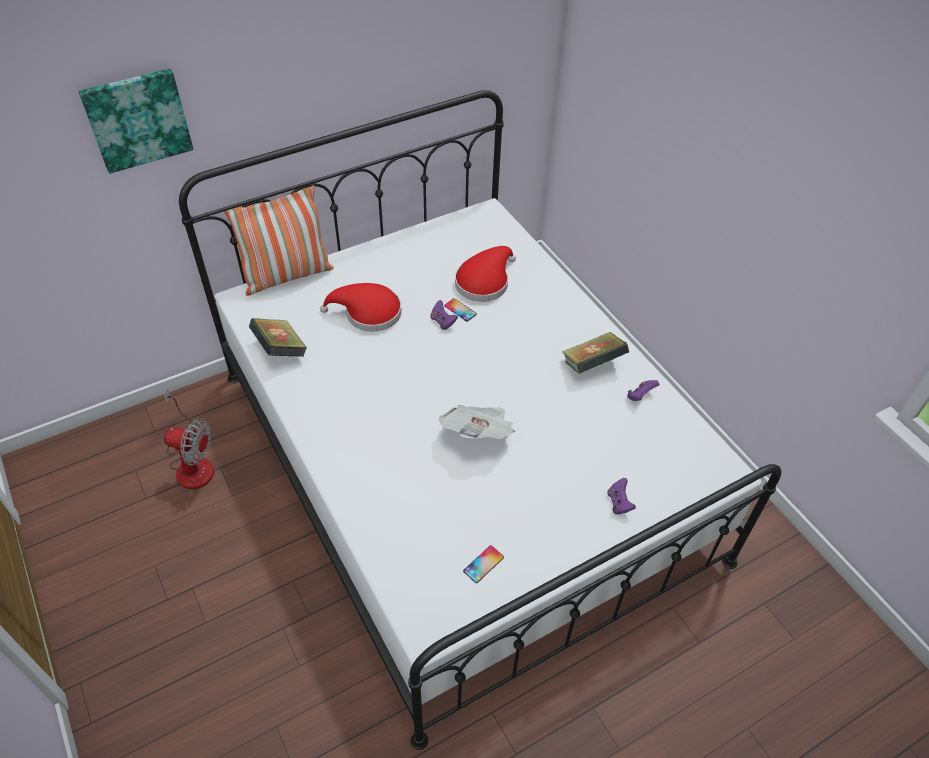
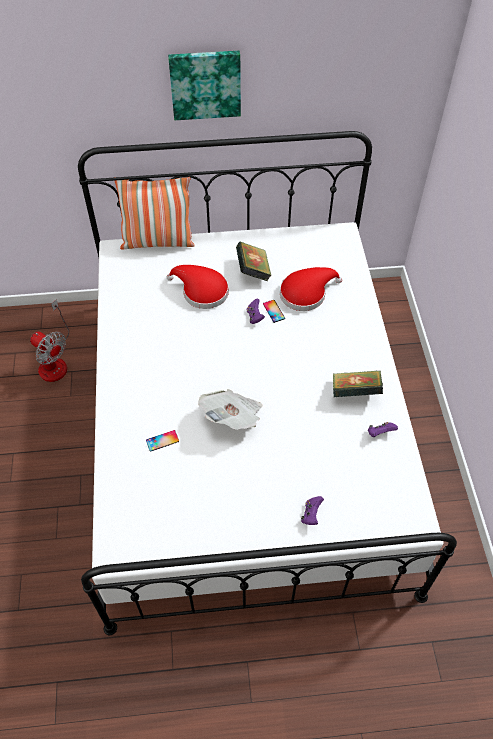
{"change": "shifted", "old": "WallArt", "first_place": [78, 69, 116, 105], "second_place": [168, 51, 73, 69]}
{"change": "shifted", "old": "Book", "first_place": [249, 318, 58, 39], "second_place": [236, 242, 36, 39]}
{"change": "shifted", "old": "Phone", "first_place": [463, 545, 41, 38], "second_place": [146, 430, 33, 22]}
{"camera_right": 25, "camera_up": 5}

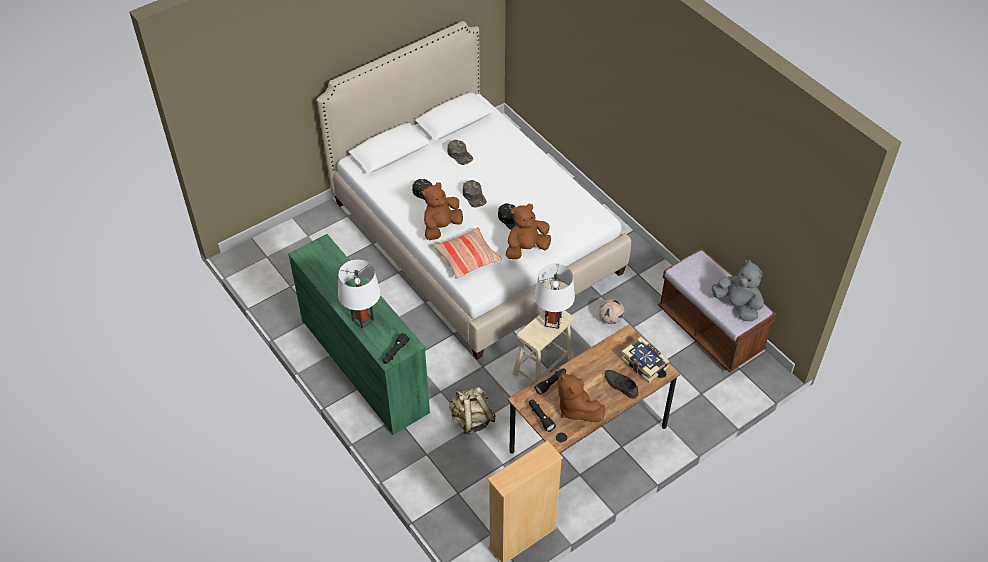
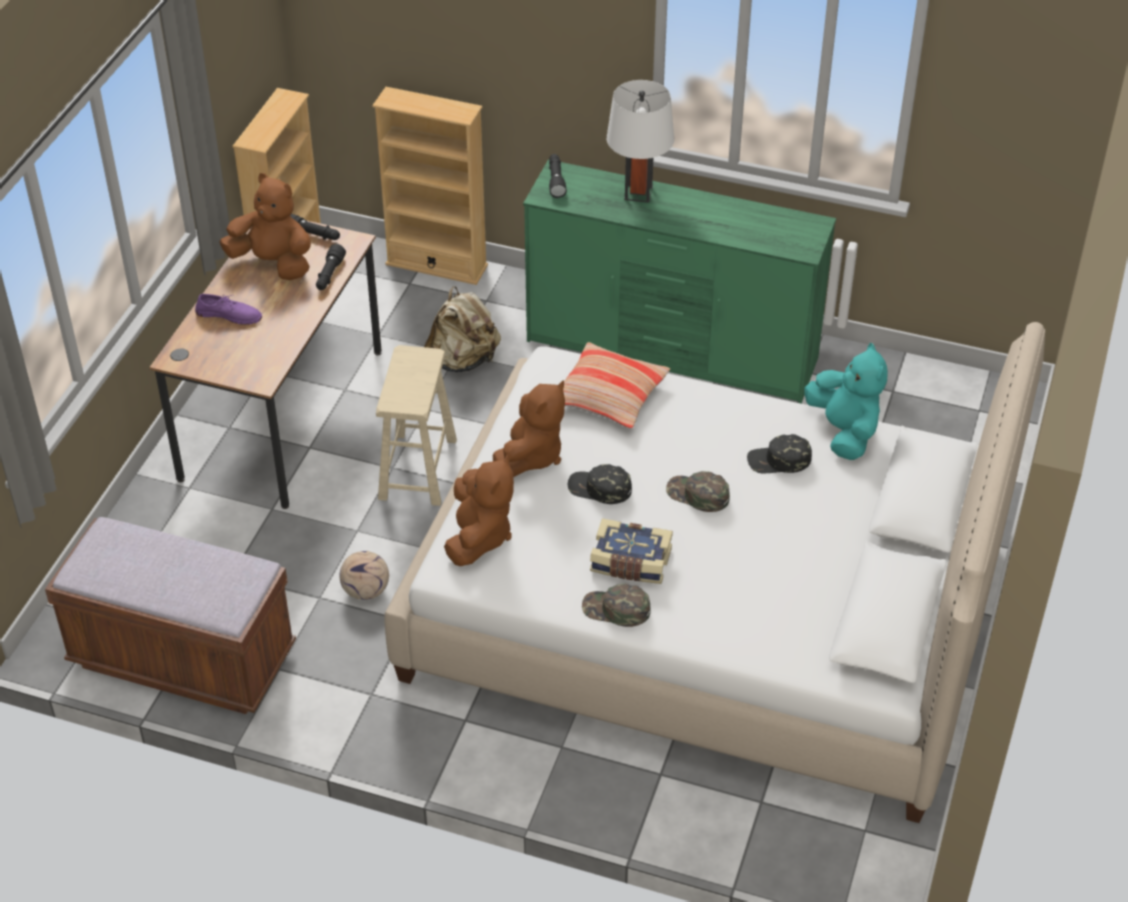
{"change": "shifted", "old": "BrownSoftToy", "first_place": [422, 182, 41, 58], "second_place": [444, 454, 70, 112]}
{"change": "shifted", "old": "GreenPeakedCap", "first_place": [447, 140, 26, 25], "second_place": [582, 584, 69, 43]}
{"change": "gone", "old": "WhitishLampForATable", "first_place": [534, 264, 41, 65]}
{"change": "repainted", "old": "GrayLowShoe", "new": "PurpleLowShoe", "first_place": [605, 370, 33, 29], "second_place": [195, 294, 67, 31]}
{"change": "shifted", "old": "Book", "first_place": [621, 337, 49, 46], "second_place": [590, 518, 83, 66]}
{"change": "gone", "old": "GraySoftToy", "first_place": [712, 259, 52, 62]}
{"change": "new", "new": "SandColouredBookcase", "second_place": [372, 87, 116, 198]}
{"change": "new", "new": "TurquoiseSoftToy", "second_place": [805, 343, 83, 117]}
{"camera_right": 145, "camera_up": -5}

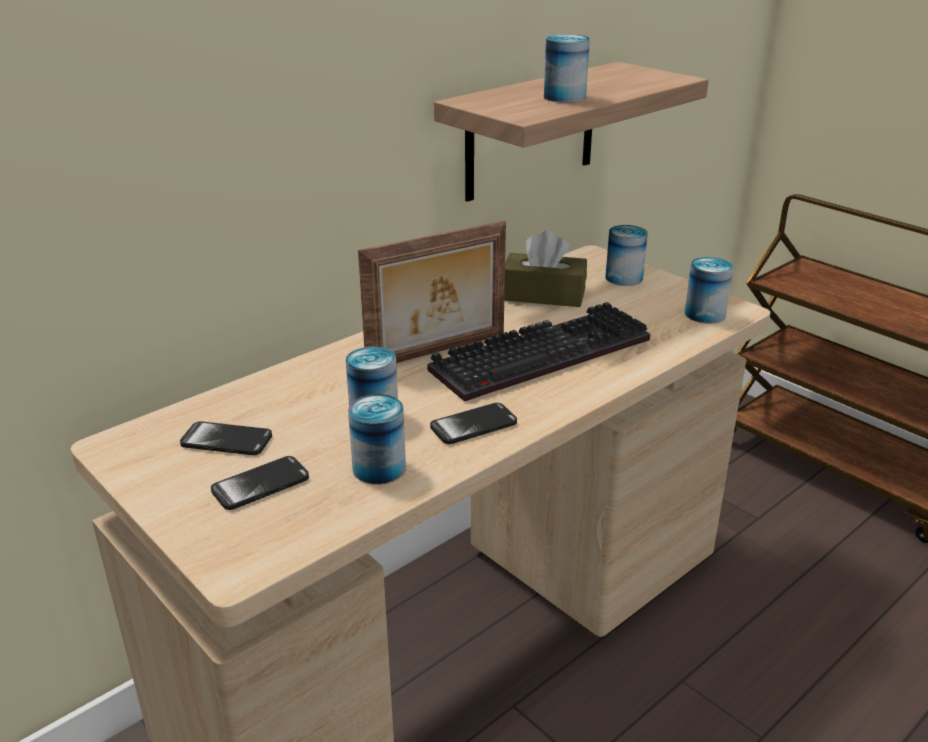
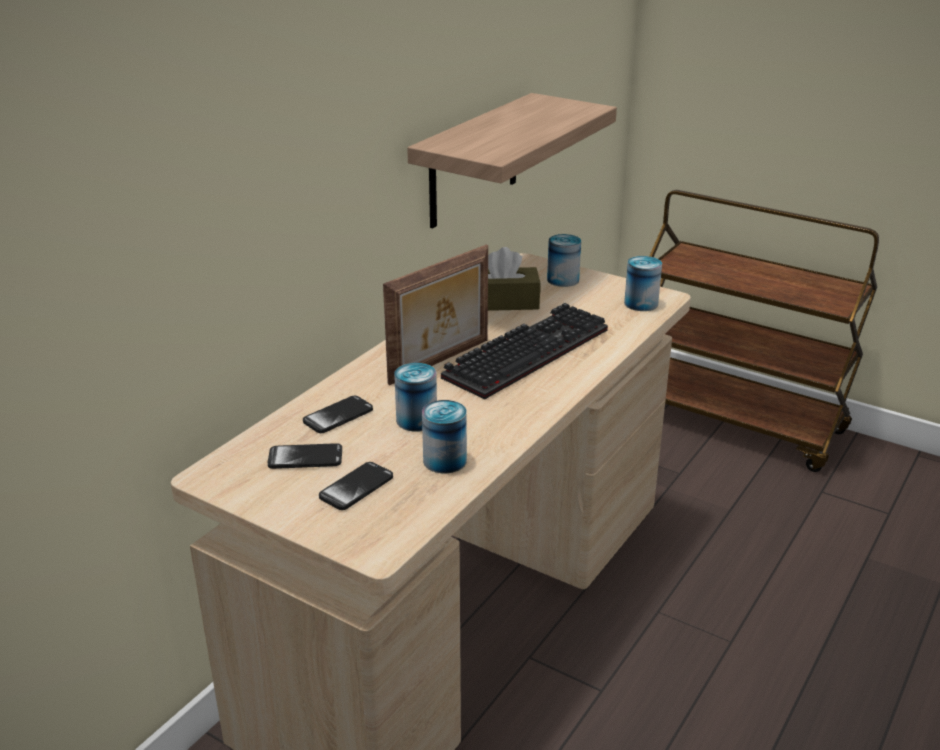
{"change": "shifted", "old": "Phone", "first_place": [430, 403, 87, 41], "second_place": [303, 396, 70, 37]}
{"change": "gone", "old": "SealedCan", "first_place": [544, 34, 46, 69]}
{"camera_right": -15, "camera_up": 0}

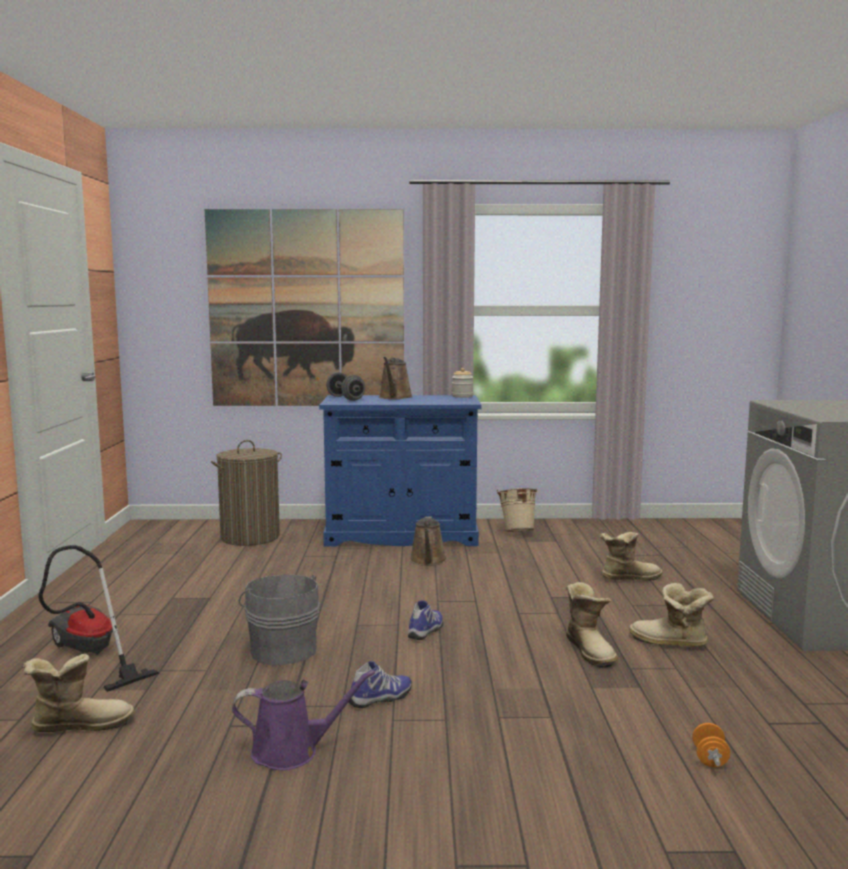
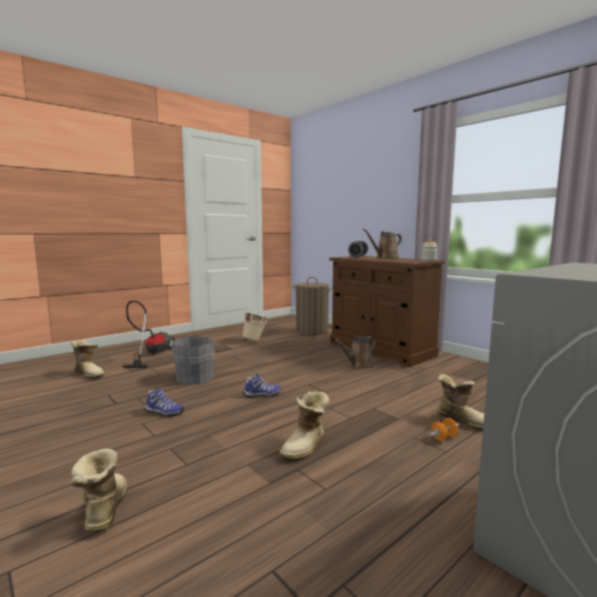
{"change": "gone", "old": "WallArt", "first_place": [205, 209, 199, 197]}
{"change": "gone", "old": "PurpleWateringCan", "first_place": [232, 670, 143, 100]}
{"change": "repainted", "old": "BluishCabinet", "new": "BrownCabinet", "first_place": [319, 395, 163, 152], "second_place": [329, 256, 116, 111]}
{"change": "shifted", "old": "SandColouredPail", "first_place": [497, 488, 41, 44], "second_place": [242, 313, 26, 28]}
{"change": "shifted", "old": "HighTopBoot", "first_place": [629, 583, 85, 64], "second_place": [70, 448, 57, 84]}
{"change": "shifted", "old": "OrangeyHandWeight", "first_place": [692, 723, 38, 44], "second_place": [430, 418, 29, 23]}
{"camera_right": 50, "camera_up": 0}

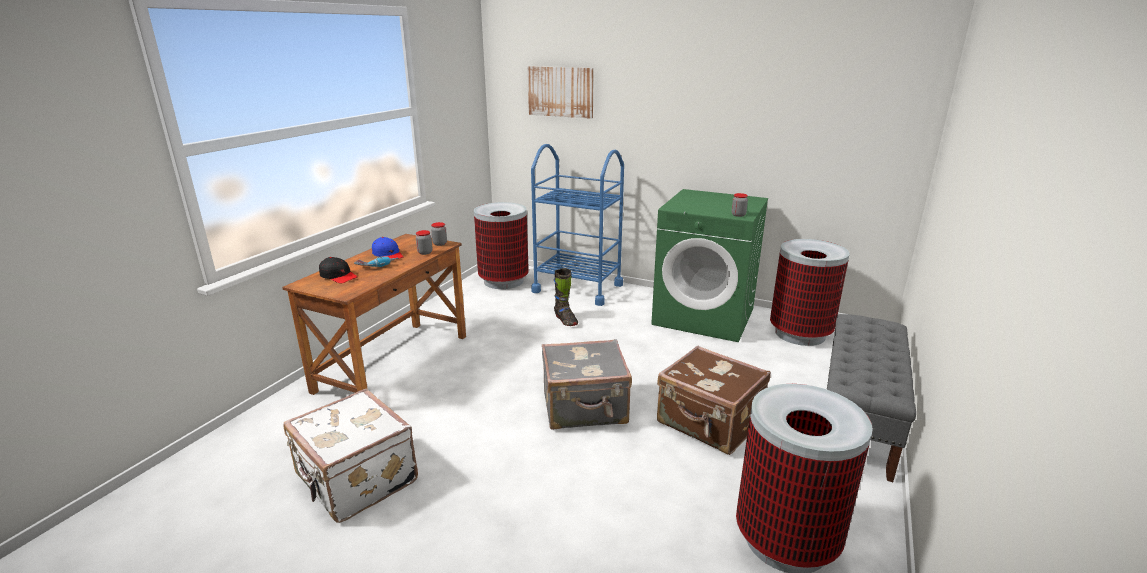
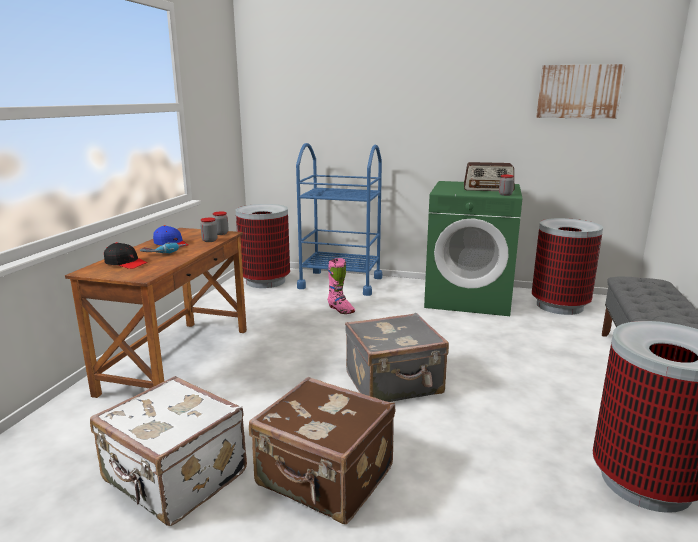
{"change": "shifted", "old": "WallArt", "first_place": [528, 66, 66, 53], "second_place": [536, 64, 89, 55]}
{"change": "repainted", "old": "BlackColouredHighTopBoot", "new": "PinkColouredHighTopBoot", "first_place": [554, 268, 24, 58], "second_place": [328, 258, 27, 56]}
{"change": "shifted", "old": "BrownTravelCase", "first_place": [657, 346, 114, 109], "second_place": [249, 377, 146, 147]}
{"change": "new", "new": "Radio", "second_place": [464, 162, 50, 29]}
{"camera_right": -10, "camera_up": -5}

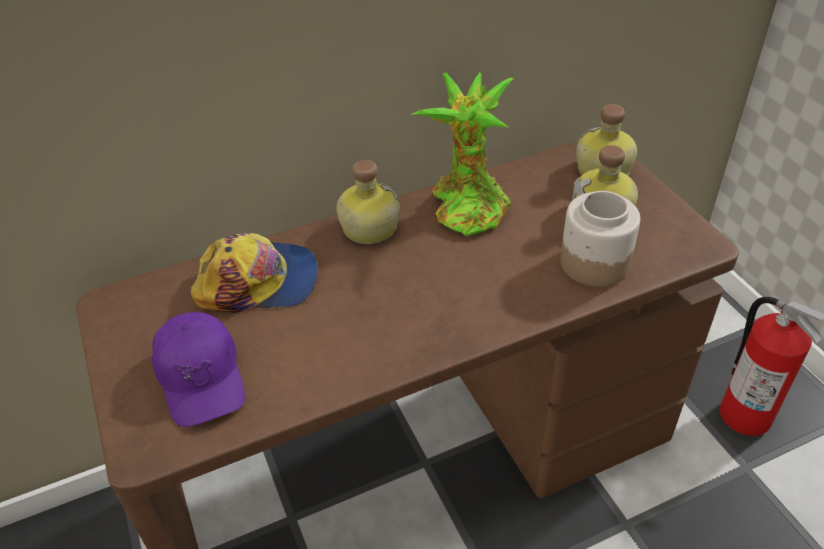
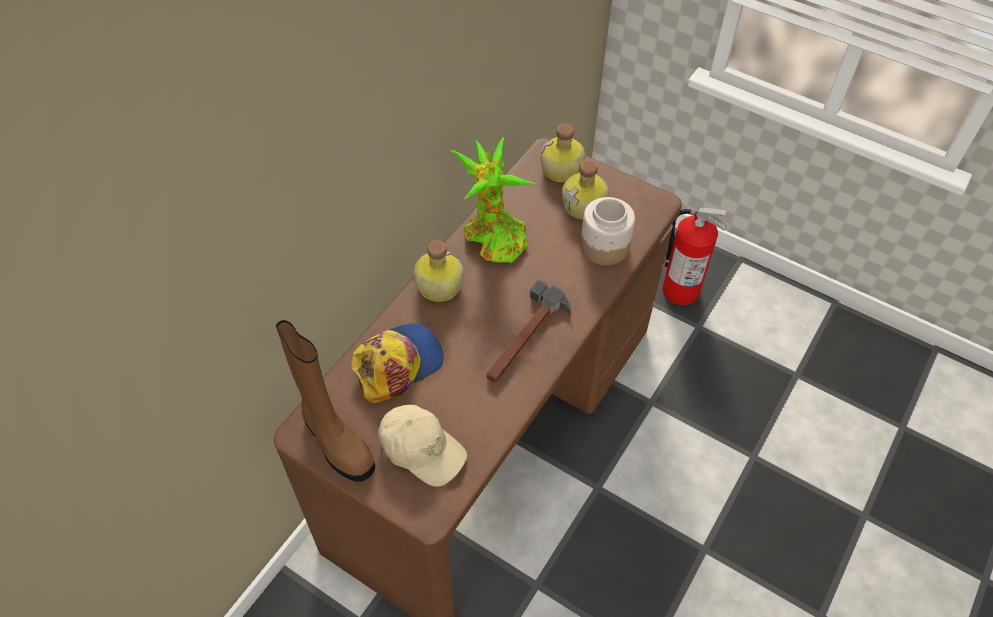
{"change": "repainted", "old": "PurplePeakedCap", "new": "SandColouredPeakedCap", "first_place": [152, 312, 93, 115], "second_place": [378, 405, 89, 82]}
{"change": "new", "new": "BrownHighTopBoot", "second_place": [276, 320, 99, 162]}
{"change": "new", "new": "HandHammer", "second_place": [487, 280, 84, 103]}
{"camera_right": -35, "camera_up": 10}

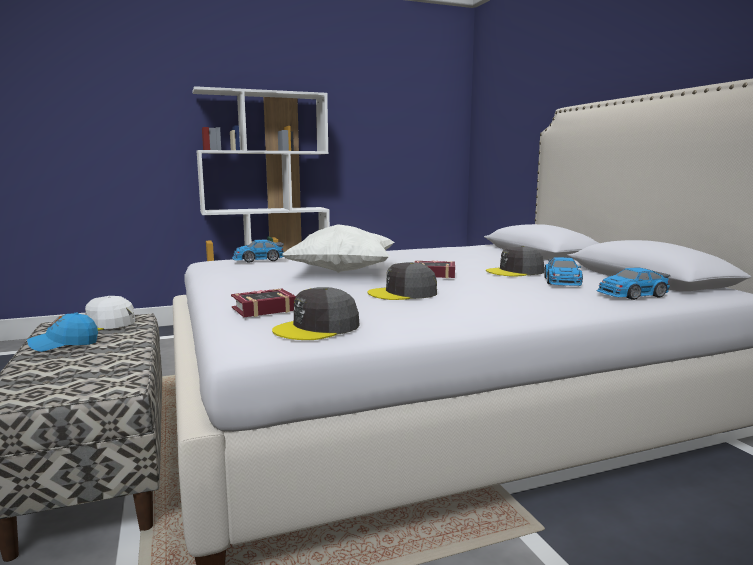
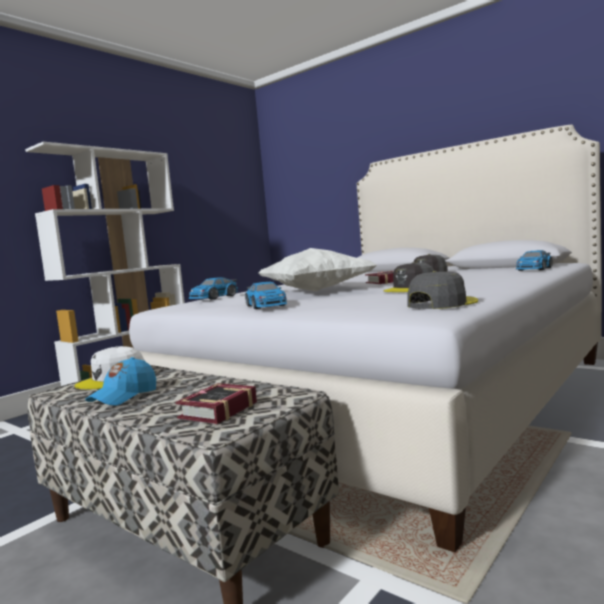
{"change": "shifted", "old": "Book", "first_place": [231, 289, 65, 28], "second_place": [175, 383, 82, 41]}
{"change": "rotated", "old": "GrayPeakedCap", "first_place": [272, 287, 88, 53], "second_place": [407, 271, 71, 38], "degrees": -150}
{"change": "shifted", "old": "ModelCar", "first_place": [544, 257, 39, 29], "second_place": [245, 282, 42, 27]}
{"camera_right": -30, "camera_up": -5}

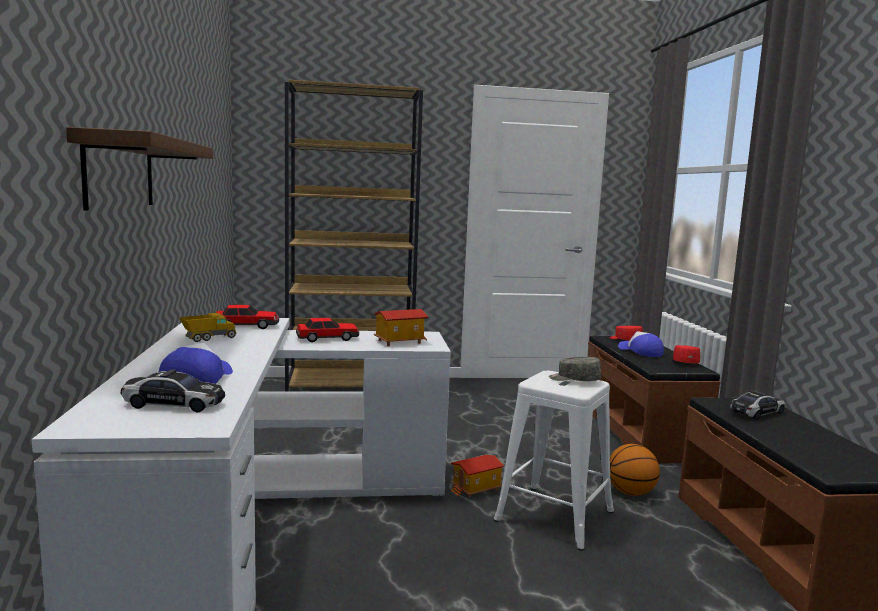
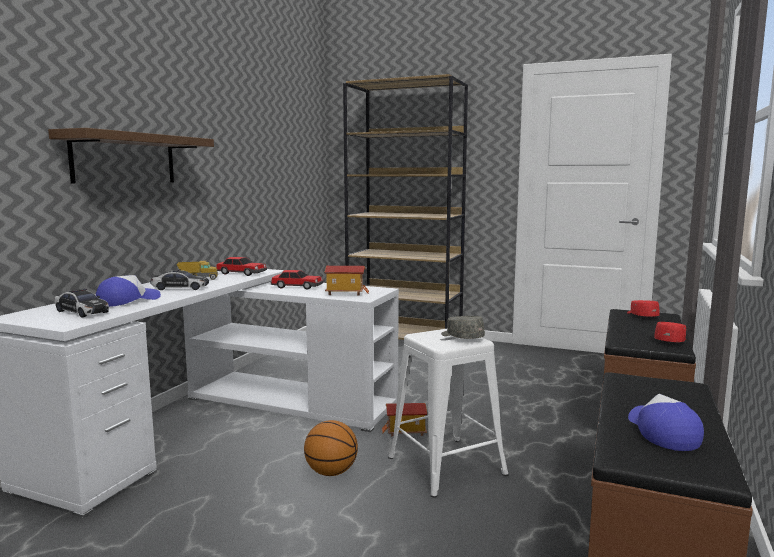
{"change": "shifted", "old": "BasketballBall", "first_place": [610, 444, 50, 52], "second_place": [304, 420, 54, 56]}
{"change": "shifted", "old": "PeakedCap", "first_place": [618, 331, 46, 26], "second_place": [628, 394, 76, 57]}
{"change": "shifted", "old": "ModelCar", "first_place": [730, 390, 55, 30], "second_place": [150, 269, 59, 21]}
{"camera_right": 30, "camera_up": 0}

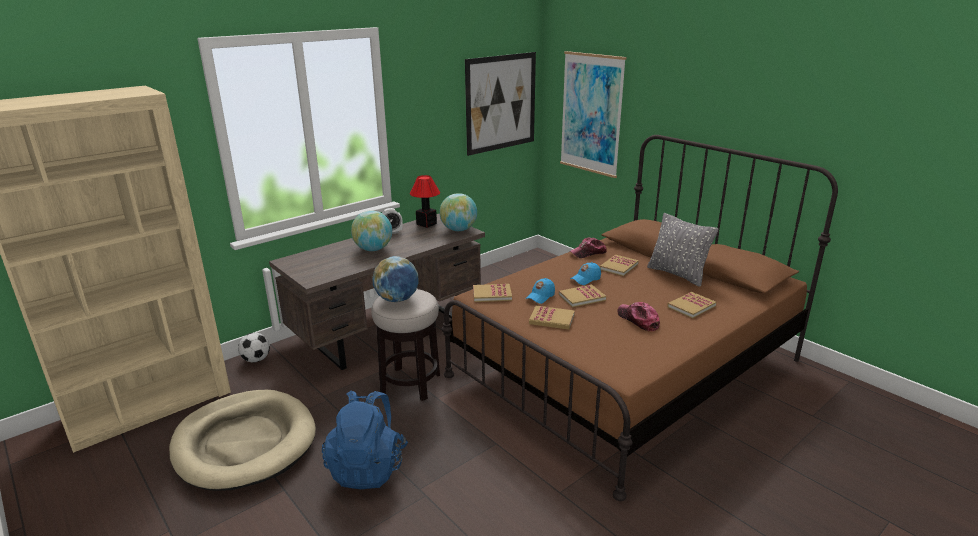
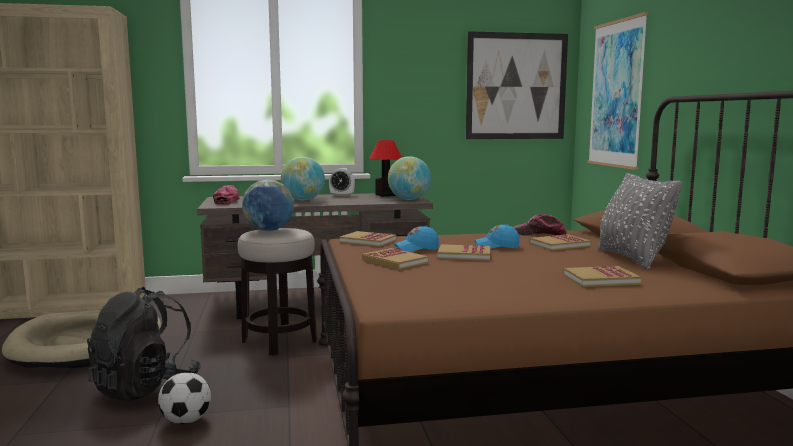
{"change": "shifted", "old": "BallForFootball", "first_place": [238, 333, 32, 29], "second_place": [158, 372, 53, 52]}
{"change": "repainted", "old": "BluishKnapsack", "new": "BlackColouredKnapsack", "first_place": [322, 391, 86, 98], "second_place": [87, 287, 114, 115]}
{"change": "shifted", "old": "PeakedCap", "first_place": [617, 302, 43, 30], "second_place": [213, 185, 27, 20]}
{"camera_right": 30, "camera_up": -15}

